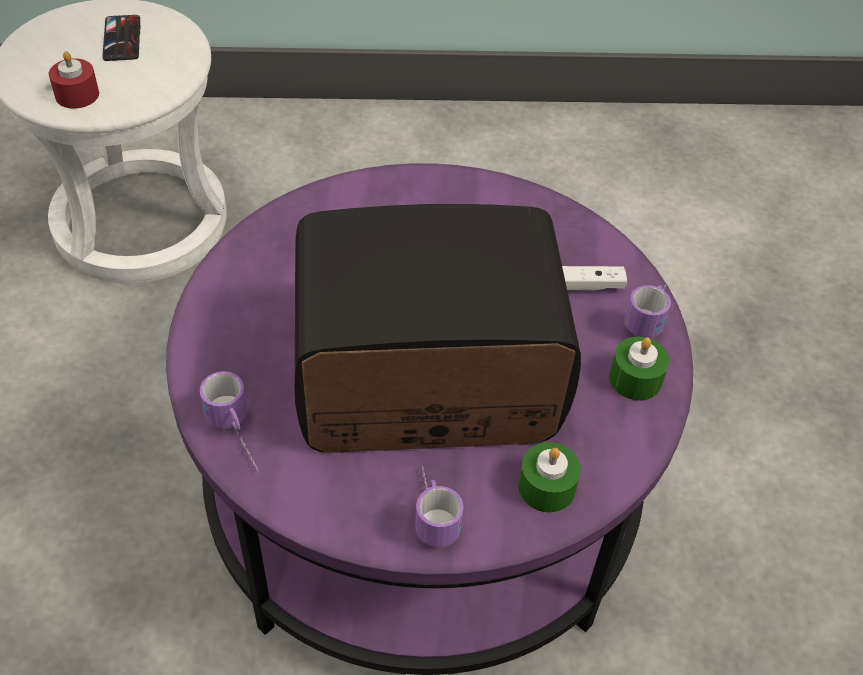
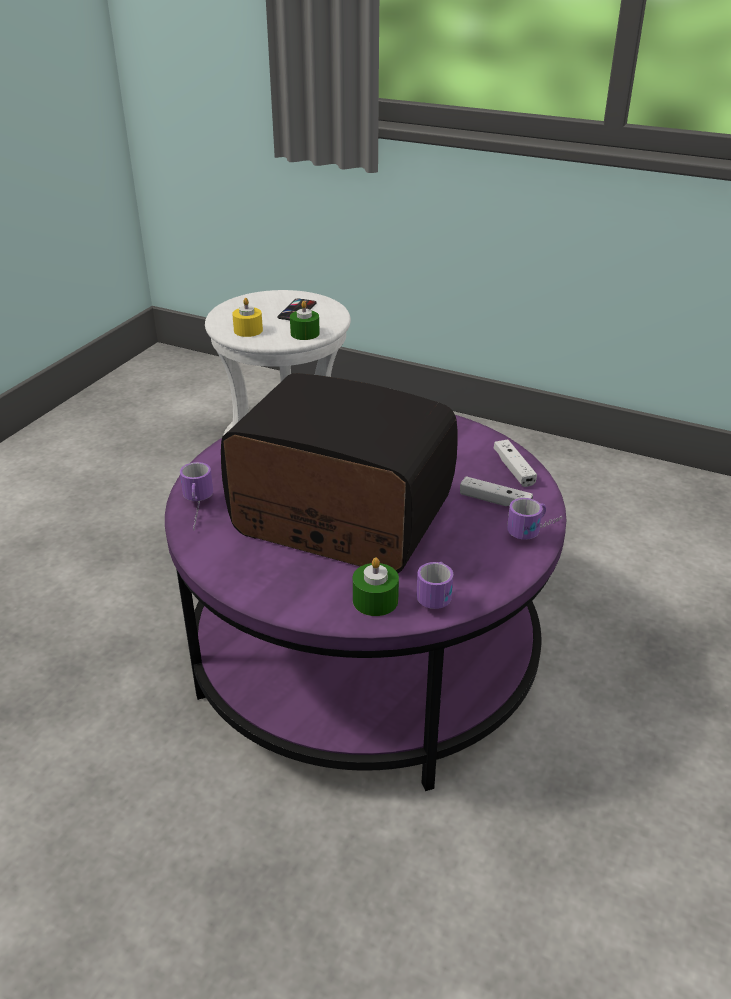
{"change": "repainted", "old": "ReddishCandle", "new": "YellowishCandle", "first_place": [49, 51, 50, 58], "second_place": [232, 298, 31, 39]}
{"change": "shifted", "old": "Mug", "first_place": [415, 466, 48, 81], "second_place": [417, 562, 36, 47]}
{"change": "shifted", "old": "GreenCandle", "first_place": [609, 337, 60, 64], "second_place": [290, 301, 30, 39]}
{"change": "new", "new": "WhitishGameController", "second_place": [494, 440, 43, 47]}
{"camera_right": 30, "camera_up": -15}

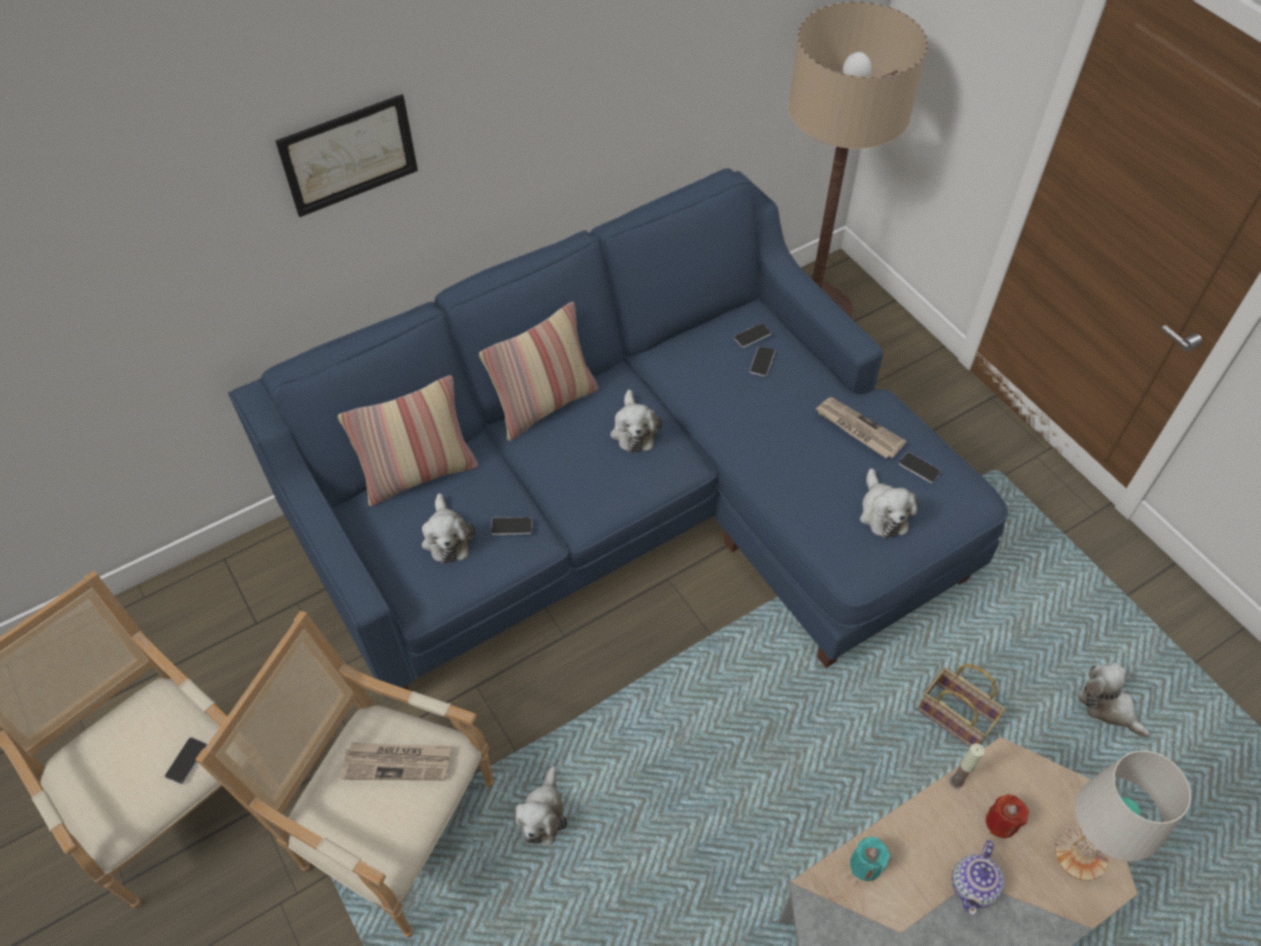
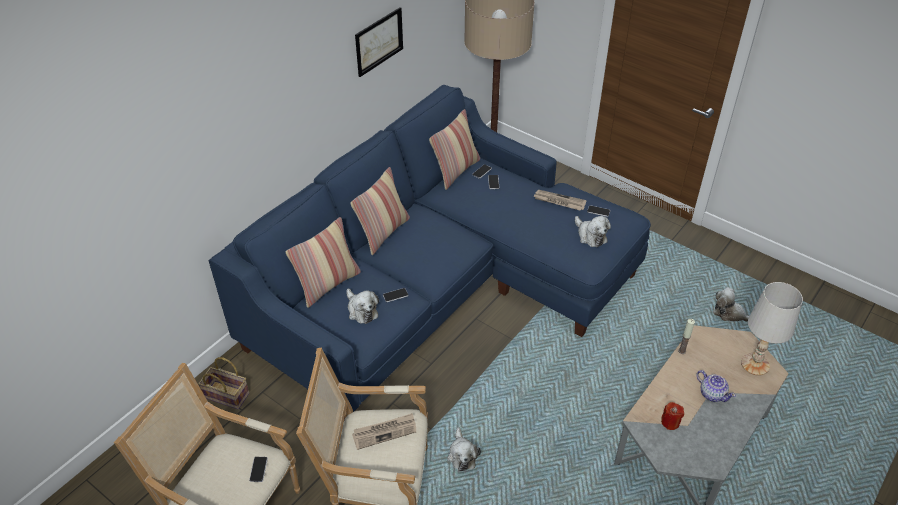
{"change": "shifted", "old": "WallArt", "first_place": [275, 94, 143, 123], "second_place": [355, 7, 48, 70]}
{"change": "gone", "old": "SoftToy", "first_place": [610, 389, 52, 64]}
{"change": "gone", "old": "TurquoiseCandle", "first_place": [850, 837, 40, 44]}
{"change": "shifted", "old": "HouseholdBasket", "first_place": [918, 664, 87, 83], "second_place": [198, 357, 51, 52]}
{"change": "rotated", "old": "PotForTea", "first_place": [952, 840, 53, 76], "second_place": [696, 370, 40, 32], "degrees": -45}
{"change": "shifted", "old": "ReddishCandle", "first_place": [986, 794, 43, 44], "second_place": [661, 402, 23, 28]}
{"change": "new", "new": "ThrowPillow", "second_place": [429, 109, 51, 81]}
{"camera_right": -20, "camera_up": -10}

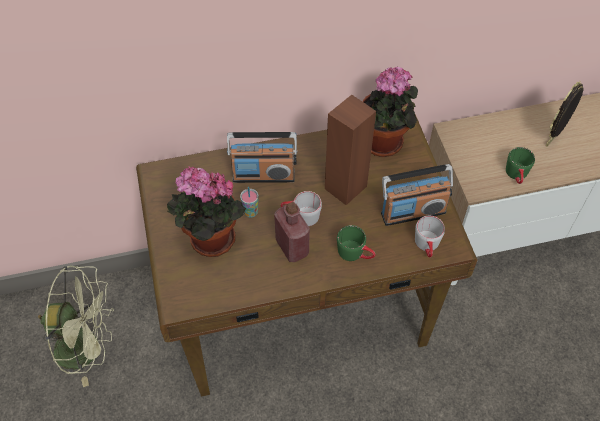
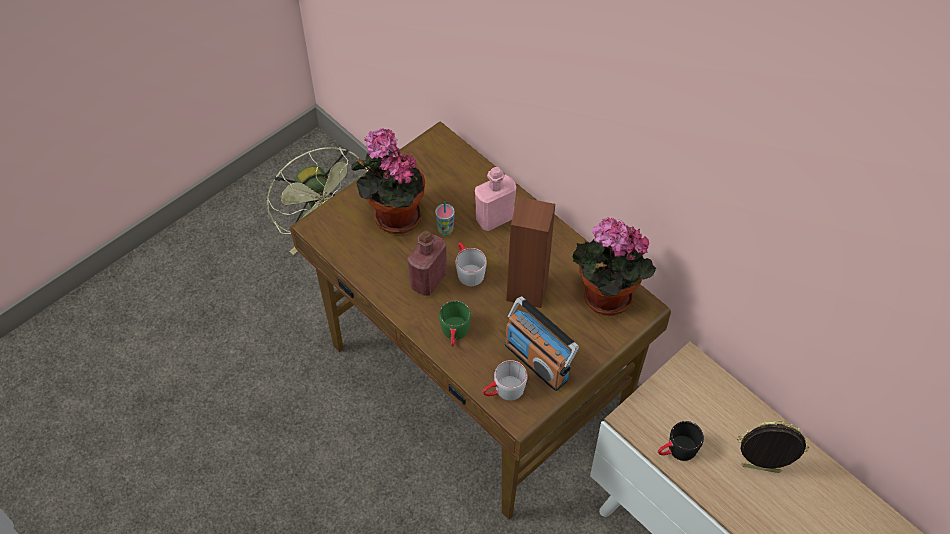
{"change": "swapped", "old": "Radio", "new": "PinkColouredDrinkBottle", "first_place": [227, 132, 70, 51], "second_place": [475, 167, 41, 64]}
{"change": "repainted", "old": "GreenMug", "new": "BlackColouredMug", "first_place": [506, 147, 29, 37], "second_place": [658, 421, 46, 40]}
{"camera_right": 60, "camera_up": 0}

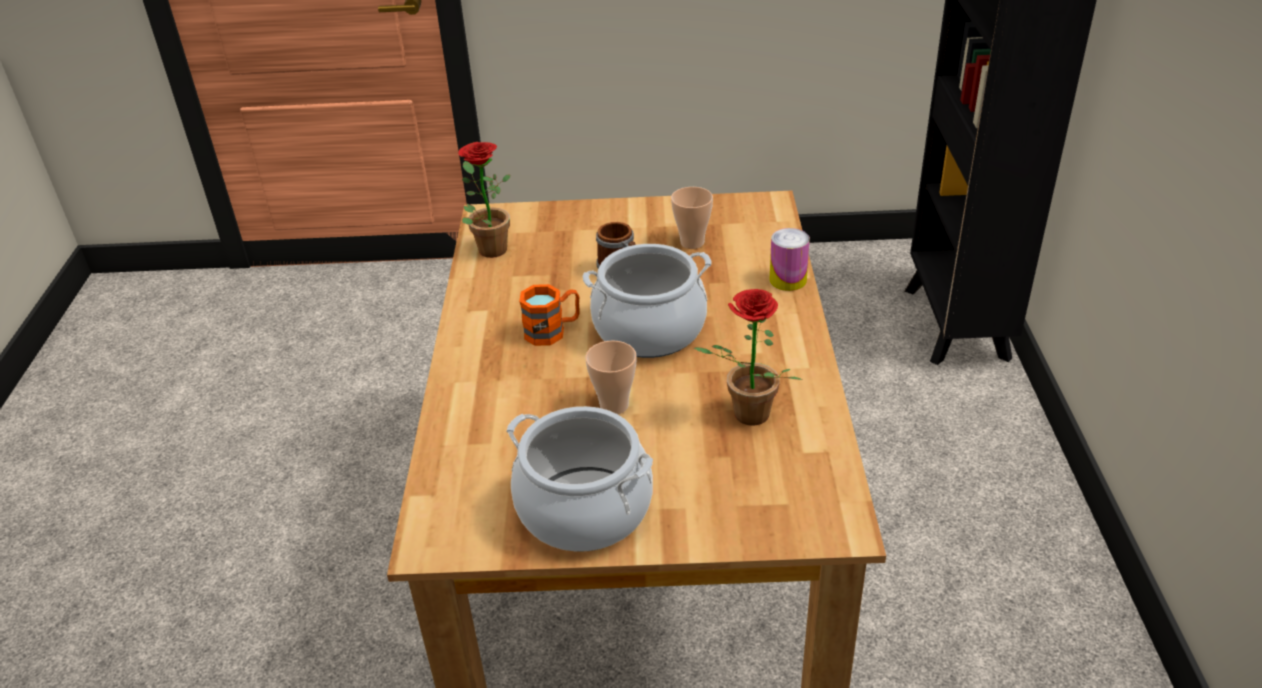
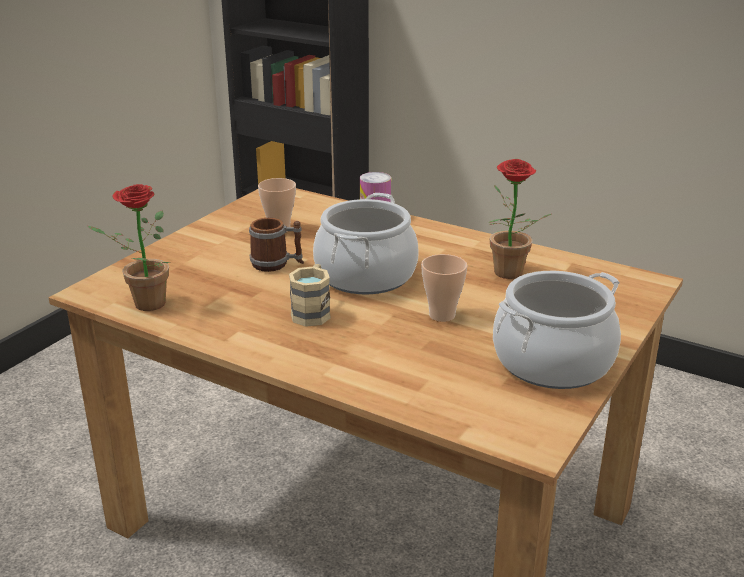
{"change": "repainted", "old": "OrangeyMug", "new": "SandColouredMug", "first_place": [519, 284, 60, 62], "second_place": [289, 264, 42, 63]}
{"camera_right": -60, "camera_up": -10}

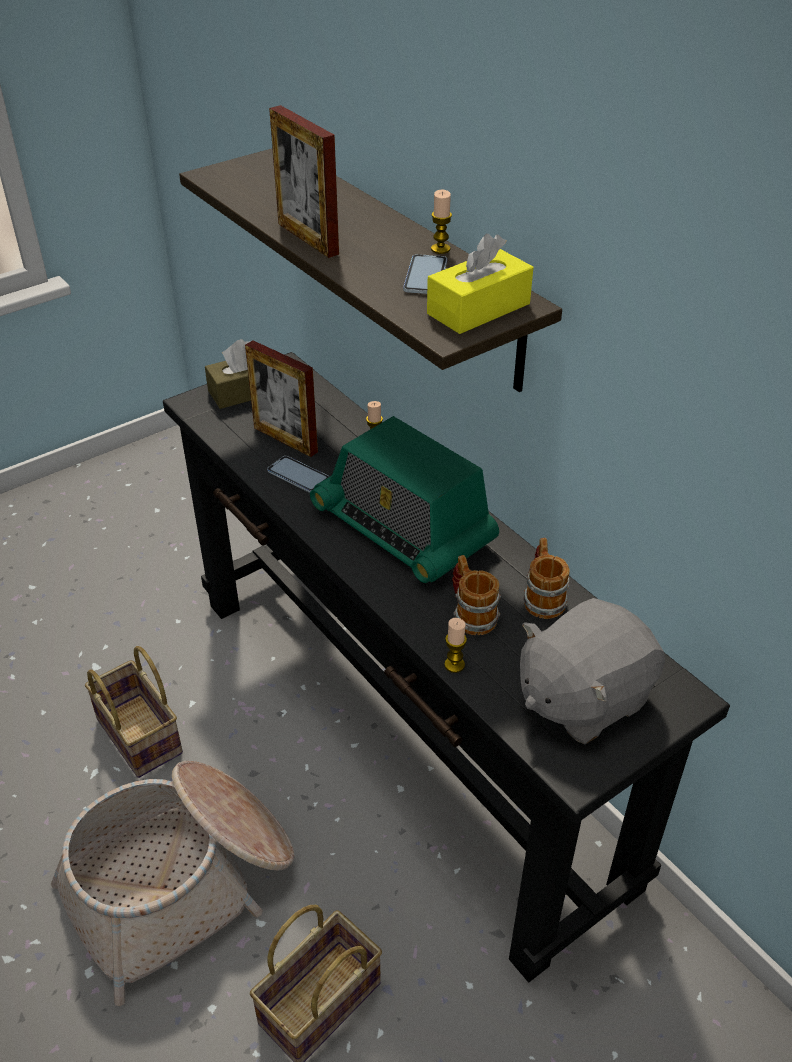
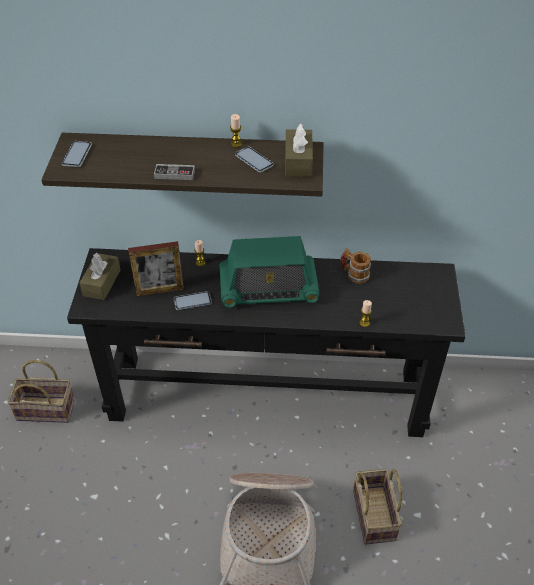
{"change": "shifted", "old": "HouseholdBasket", "first_place": [85, 646, 98, 132], "second_place": [7, 360, 68, 63]}
{"change": "swapped", "old": "StandingFrame", "new": "GameController", "first_place": [269, 105, 70, 153], "second_place": [154, 164, 41, 16]}
{"change": "repainted", "old": "YellowishTissueHolder", "new": "BrownTissueHolder", "first_place": [427, 234, 106, 100], "second_place": [285, 123, 28, 54]}
{"change": "gone", "old": "Mug", "first_place": [452, 555, 49, 80]}
{"change": "gone", "old": "GraySoftToy", "first_place": [520, 598, 145, 146]}
{"change": "new", "new": "Phone", "second_place": [62, 141, 30, 26]}
{"camera_right": -50, "camera_up": 5}

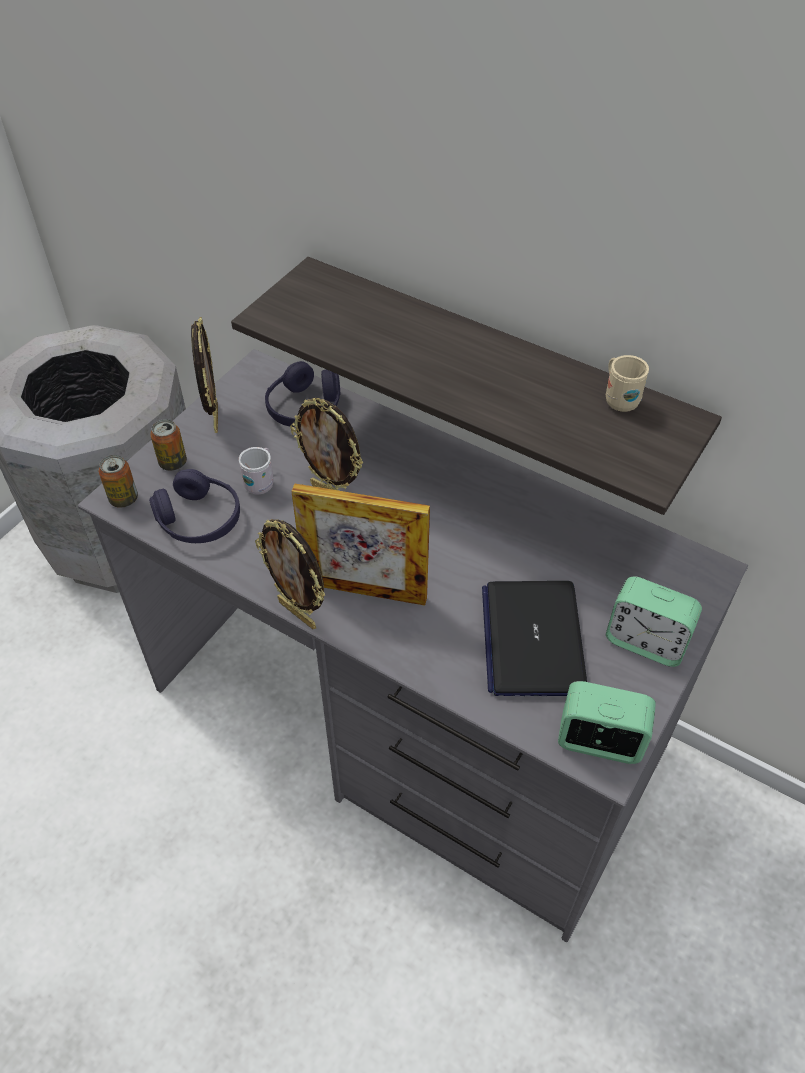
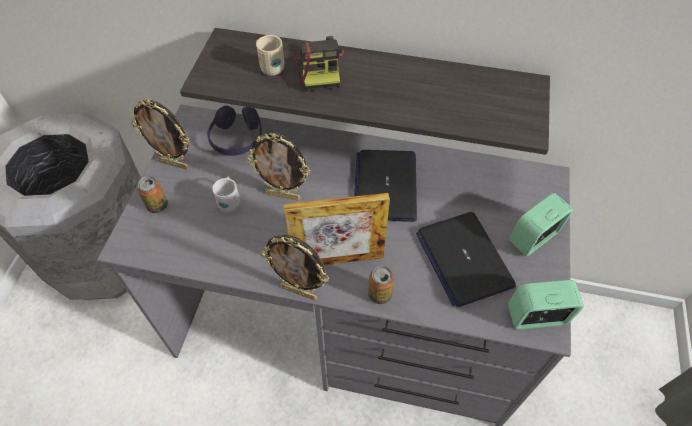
{"change": "shifted", "old": "SealedCan", "first_place": [99, 455, 39, 53], "second_place": [368, 266, 26, 38]}
{"change": "gone", "old": "PurpleHeadset", "first_place": [149, 469, 91, 74]}
{"change": "rotated", "old": "StandingFrame", "first_place": [191, 317, 27, 116], "second_place": [131, 100, 58, 69], "degrees": 135}
{"change": "shifted", "old": "SandColouredMug", "first_place": [606, 355, 43, 57], "second_place": [256, 35, 29, 41]}
{"change": "rotated", "old": "TableClock", "first_place": [606, 576, 96, 91], "second_place": [508, 193, 65, 63], "degrees": 135}
{"change": "new", "new": "PhotoCamera", "second_place": [293, 36, 51, 55]}
{"change": "new", "new": "Laptop", "second_place": [354, 150, 63, 72]}
{"camera_right": -20, "camera_up": 5}

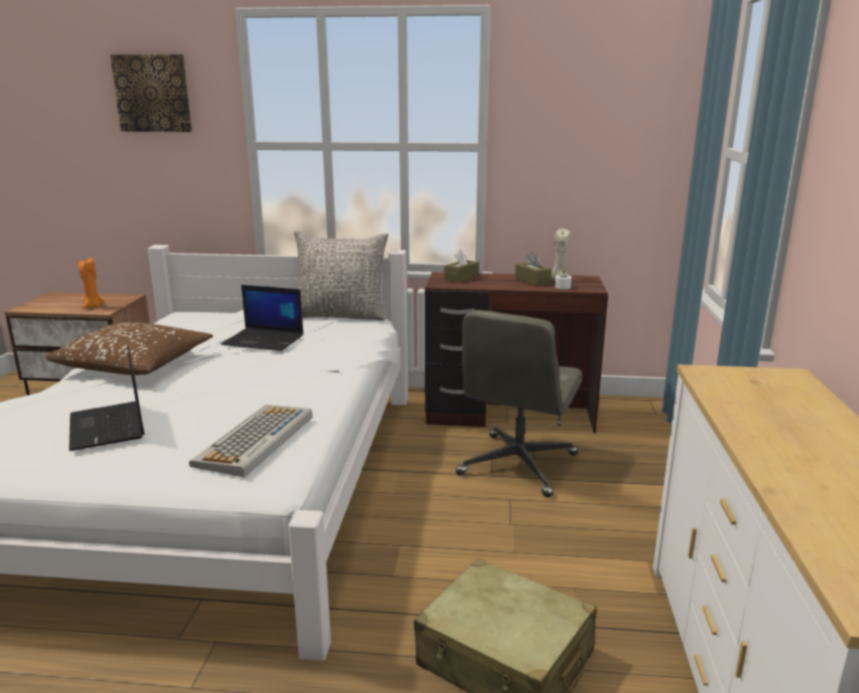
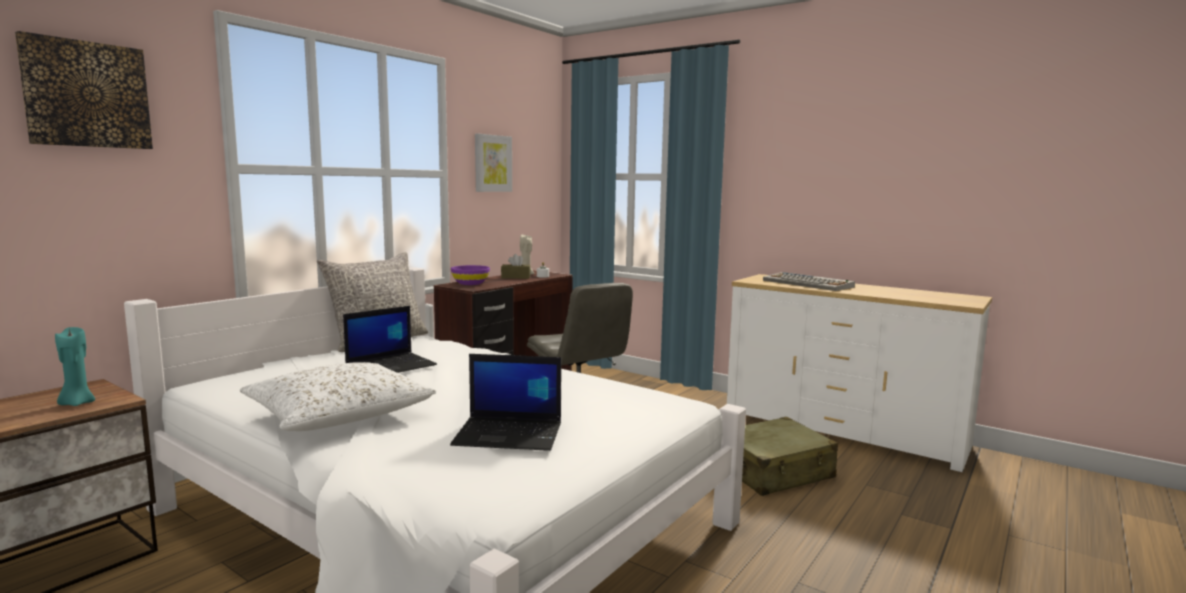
{"change": "repainted", "old": "BrownThrowPillow", "new": "WhitishThrowPillow", "first_place": [45, 322, 168, 53], "second_place": [240, 362, 196, 69]}
{"change": "repainted", "old": "OrangeyCandle", "new": "TurquoiseCandle", "first_place": [79, 258, 26, 50], "second_place": [55, 327, 40, 79]}
{"change": "shifted", "old": "PcKeyboard", "first_place": [189, 405, 124, 72], "second_place": [763, 272, 92, 19]}
{"change": "swapped", "old": "BrownTissueHolder", "new": "PurpleDeepDish", "first_place": [444, 249, 35, 34], "second_place": [451, 265, 39, 20]}
{"change": "new", "new": "WallArt", "second_place": [475, 133, 37, 59]}
{"camera_right": -60, "camera_up": -10}

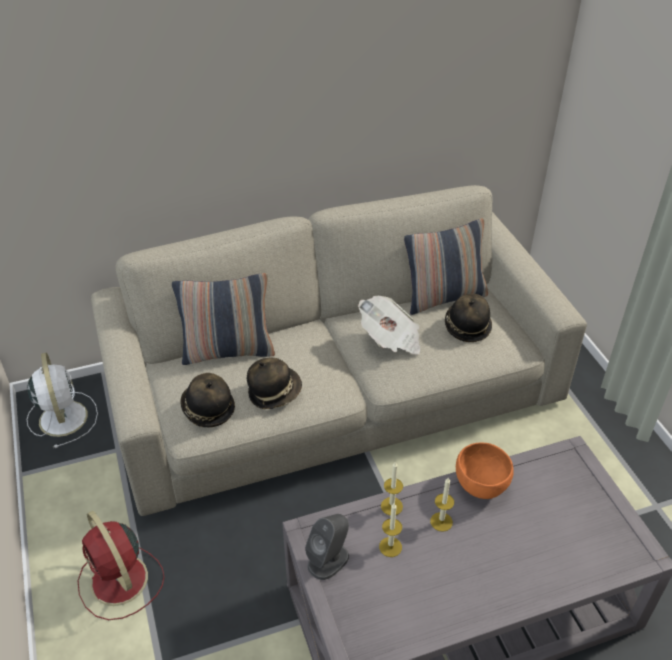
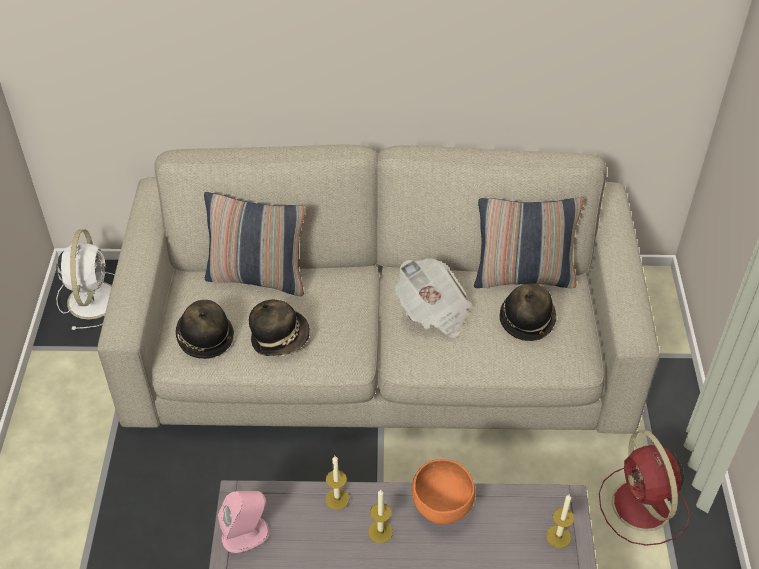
{"change": "shifted", "old": "ReddishElectricFan", "first_place": [78, 511, 86, 109], "second_place": [599, 430, 91, 116]}
{"change": "repainted", "old": "GrayLoudspeaker", "new": "PinkColouredLoudspeaker", "first_place": [305, 514, 44, 66], "second_place": [218, 491, 51, 62]}
{"change": "shifted", "old": "Candle", "first_place": [379, 503, 23, 54], "second_place": [546, 495, 28, 53]}
{"camera_right": 20, "camera_up": 5}

